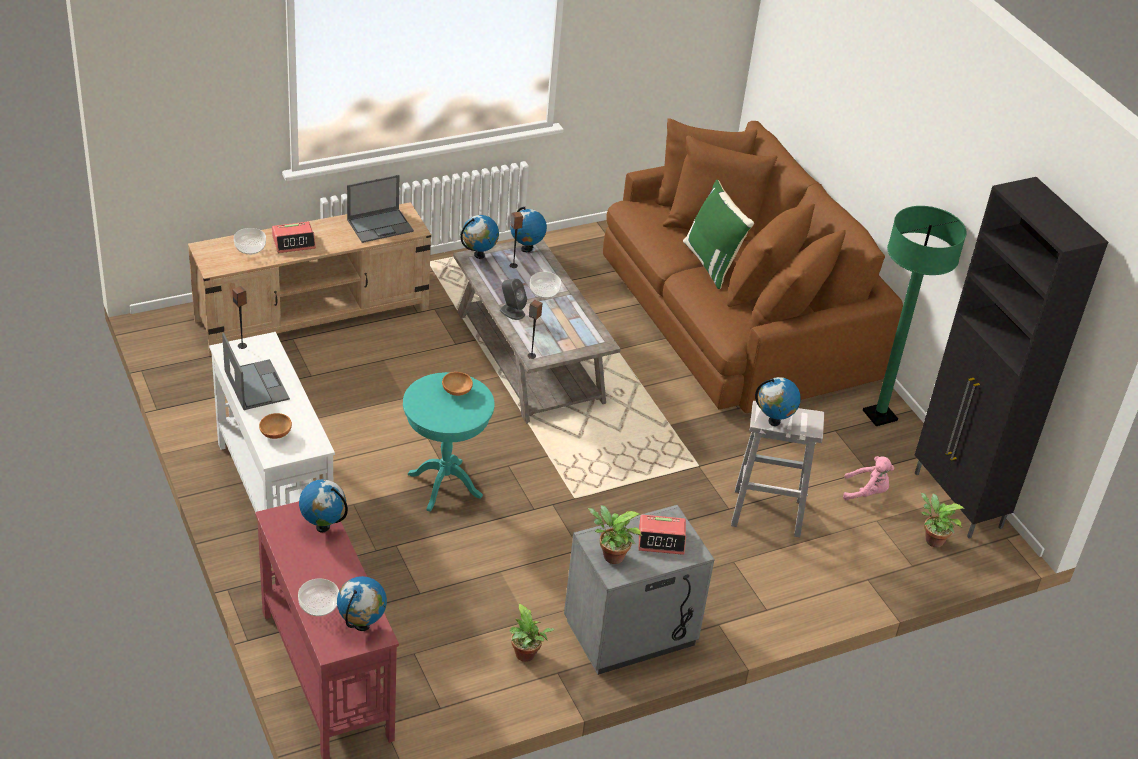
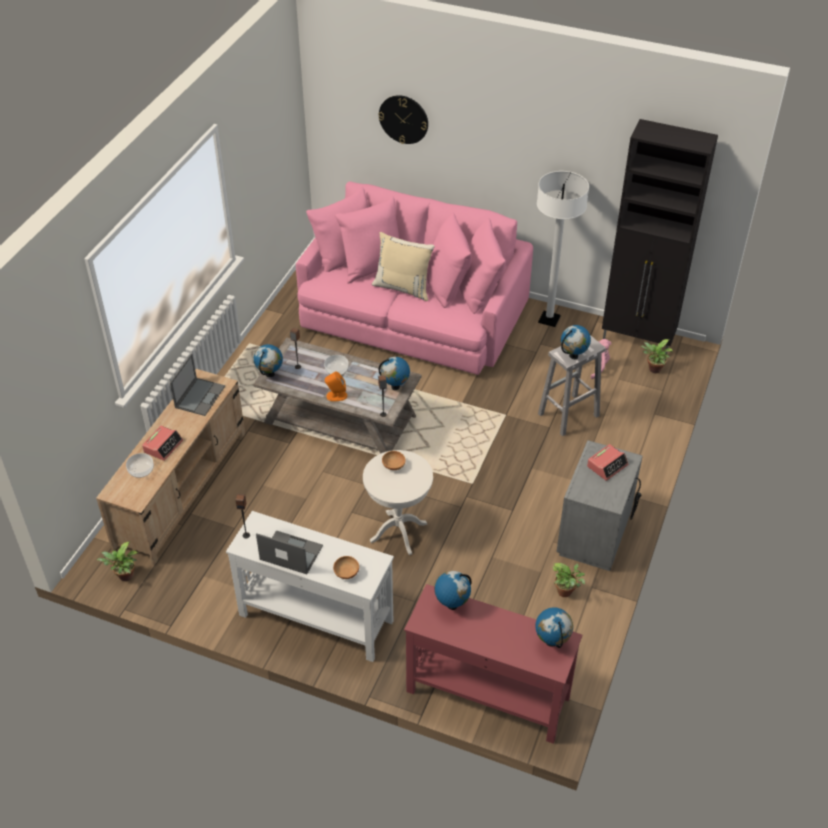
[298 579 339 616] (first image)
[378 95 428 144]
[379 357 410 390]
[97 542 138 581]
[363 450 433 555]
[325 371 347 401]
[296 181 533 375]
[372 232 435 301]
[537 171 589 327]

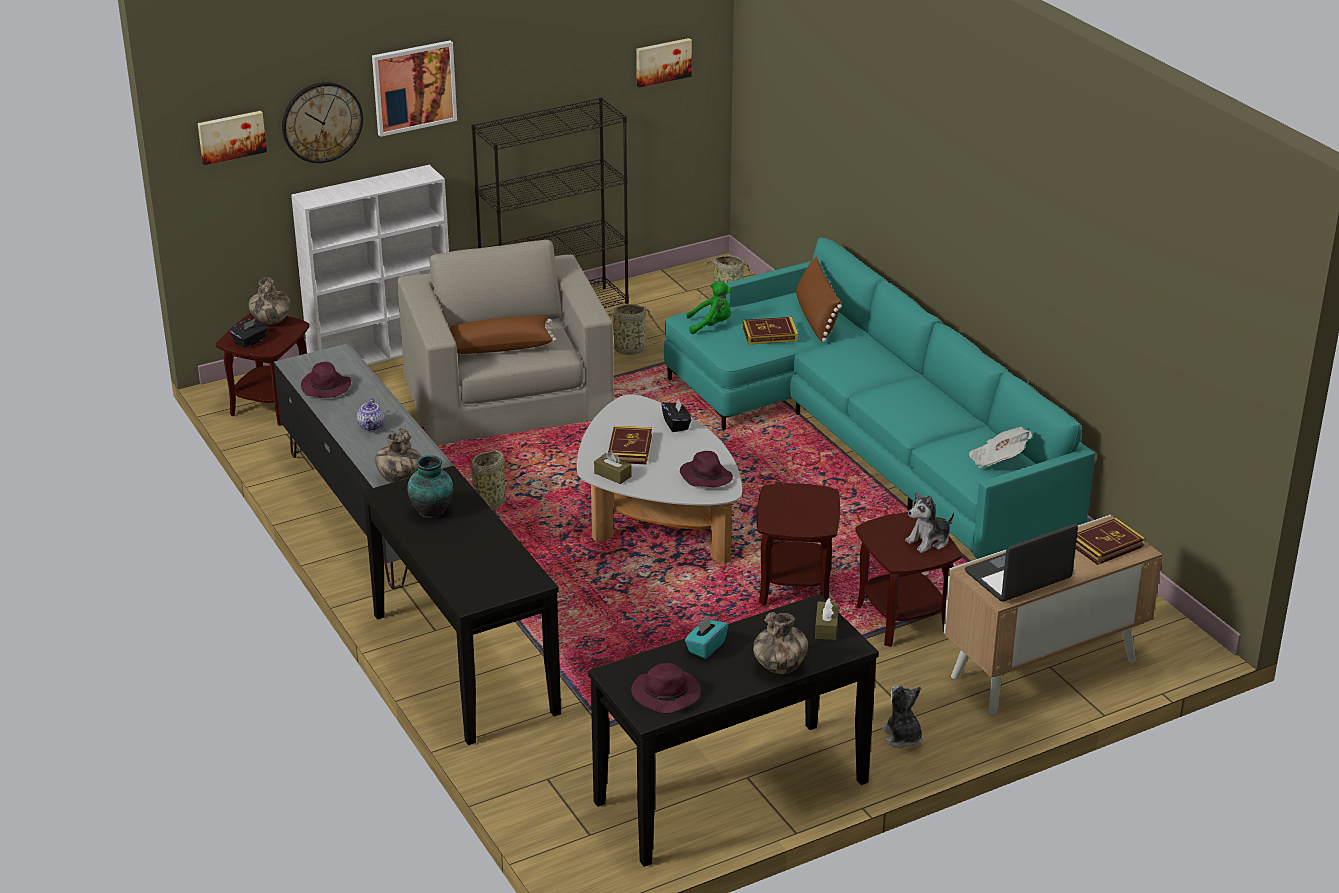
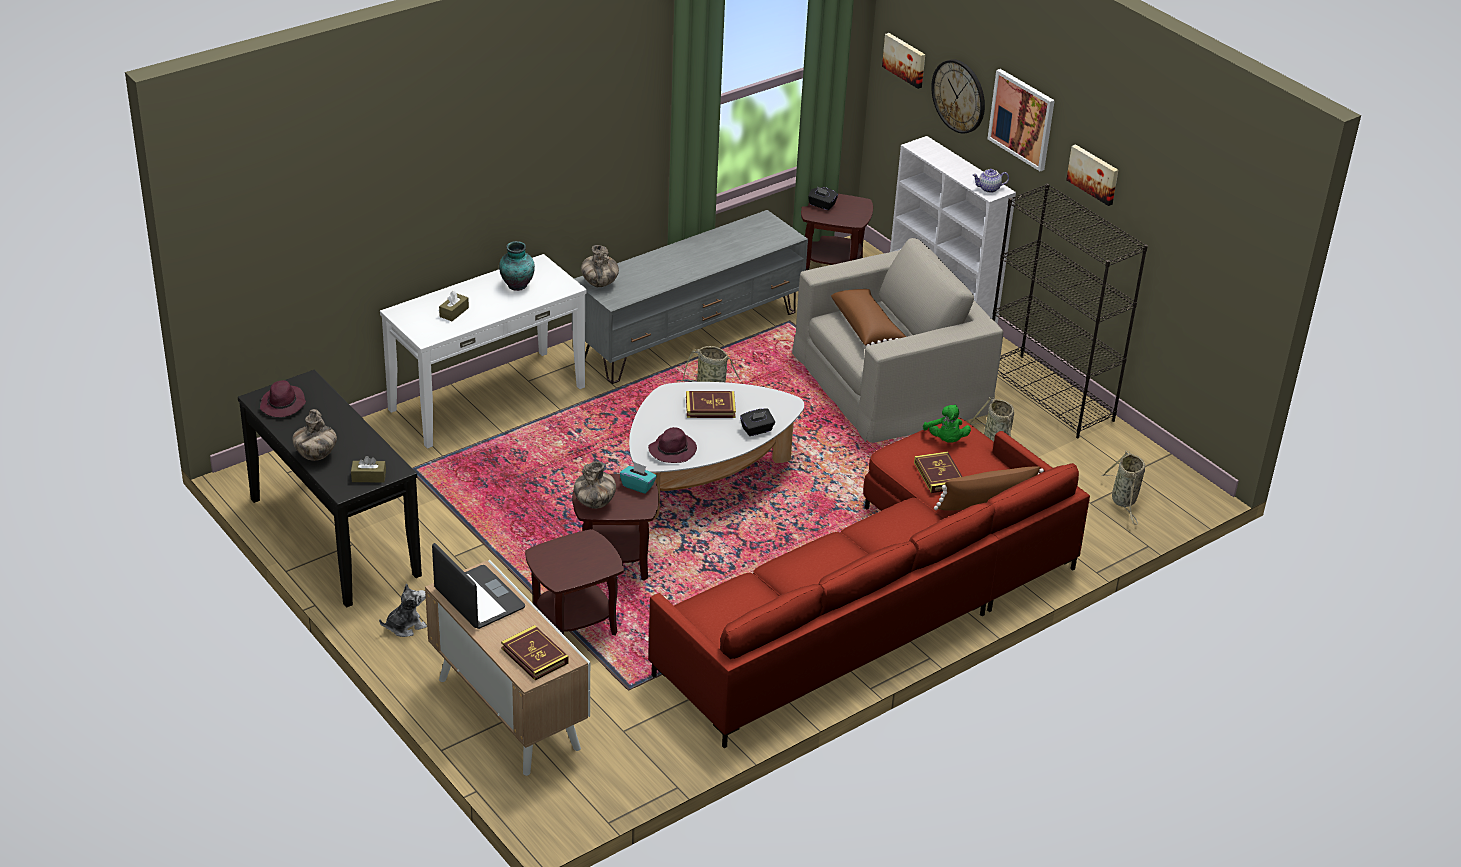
[301 362 351 398] (first image)
[905 492 954 553] (first image)
[969 427 1032 468] (first image)
[574 461 616 509]
[973 169 1009 193]
[439 291 469 321]
[1066 144 1118 206]
[620 462 657 494]
[380 254 587 448]
[648 417 1090 748]

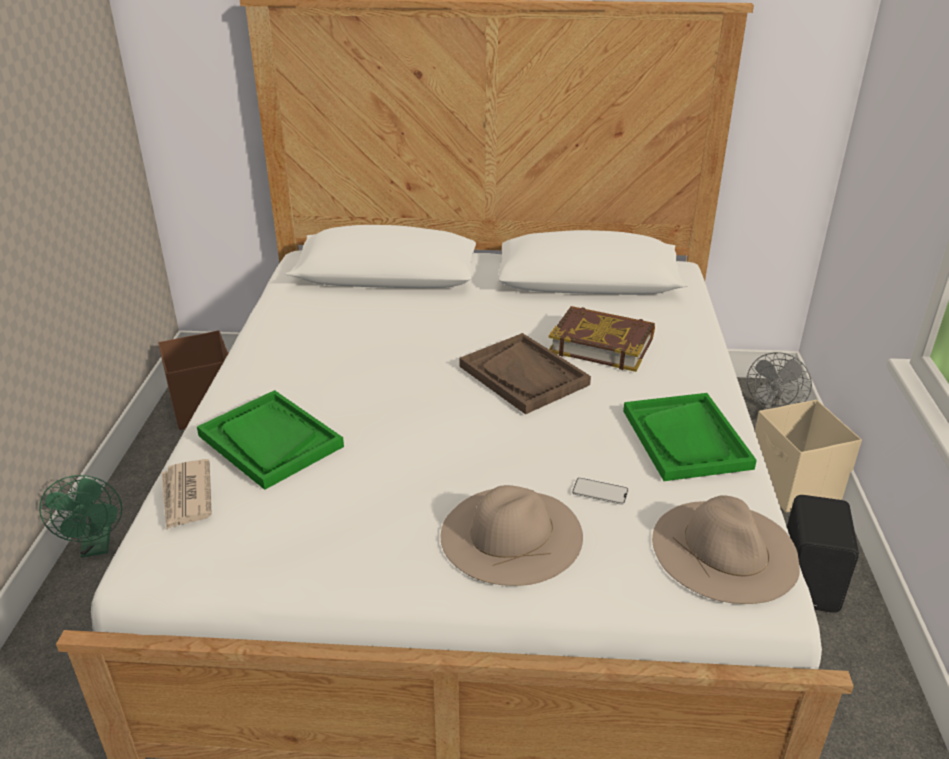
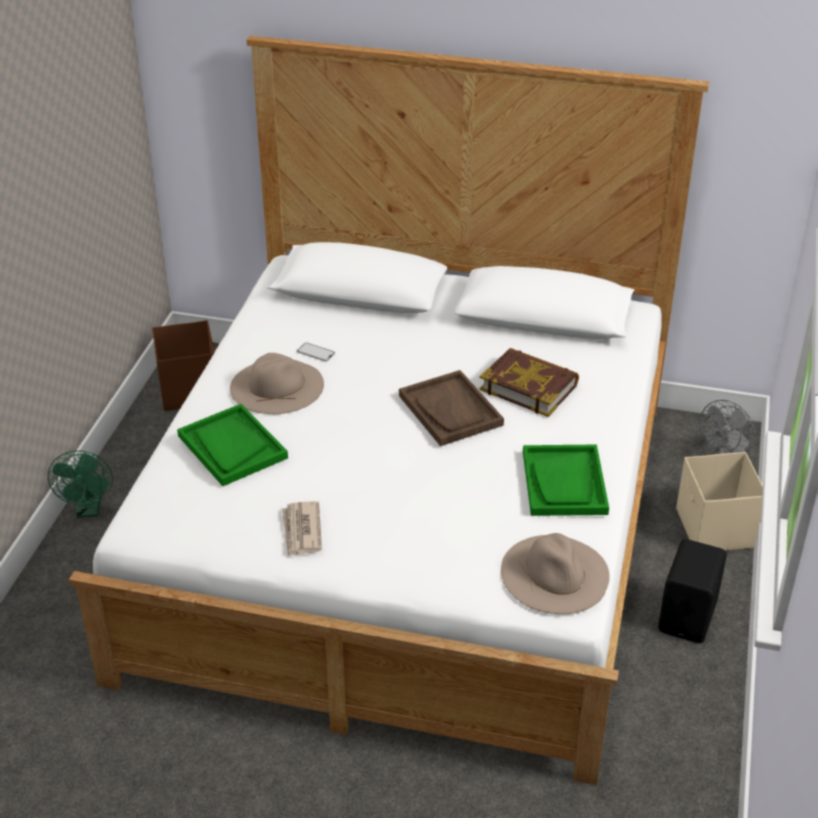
[282 501 322 557]
[230 353 324 414]
[297 343 335 362]

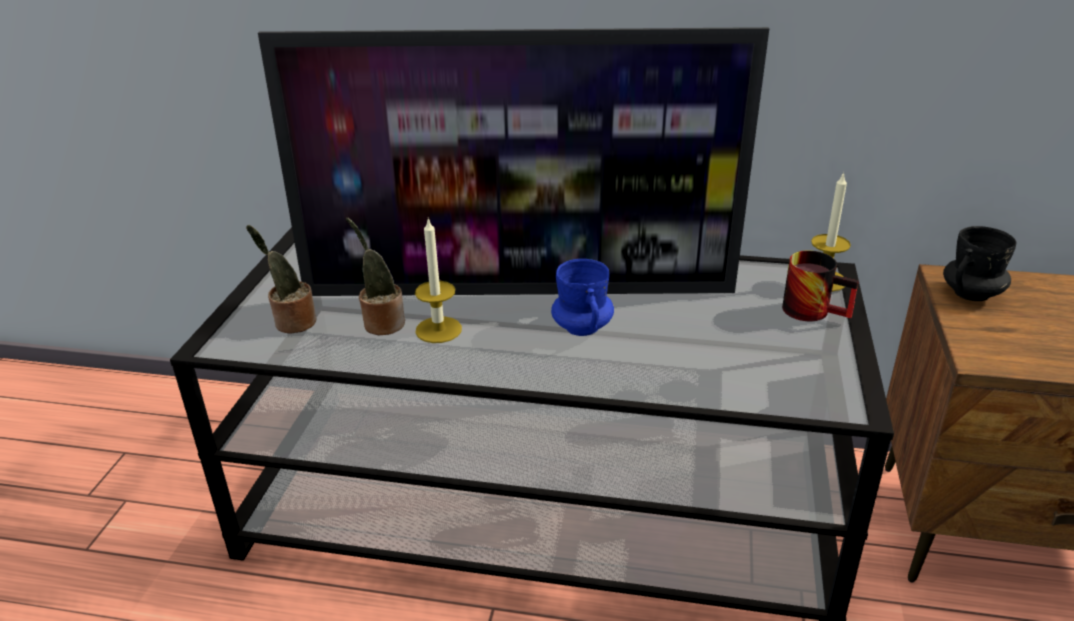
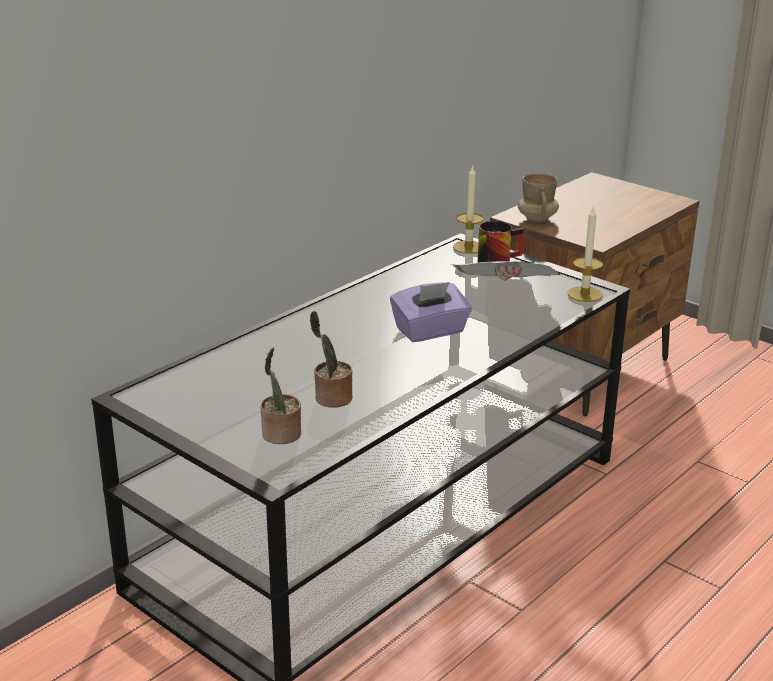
[258 27 769 296] (first image)
[451 261 560 281]
[568 206 603 302]
[390 282 472 342]
[518 173 559 222]

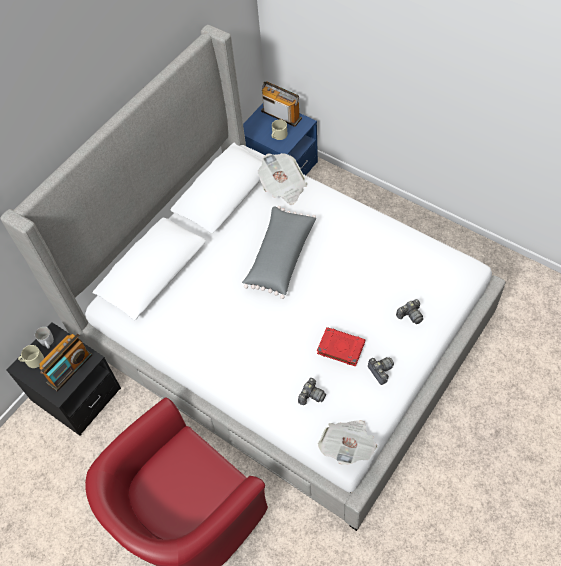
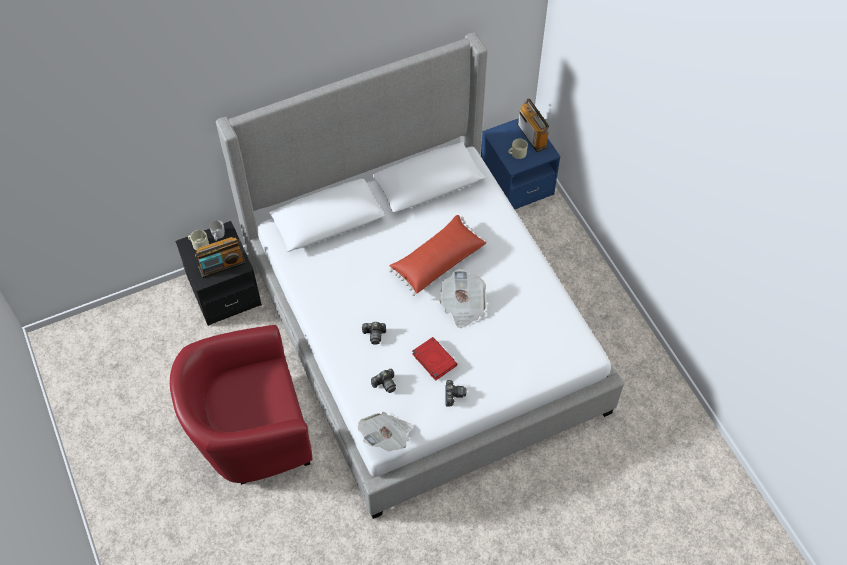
[440 269 487 328]
[361 322 386 345]
[389 215 487 296]

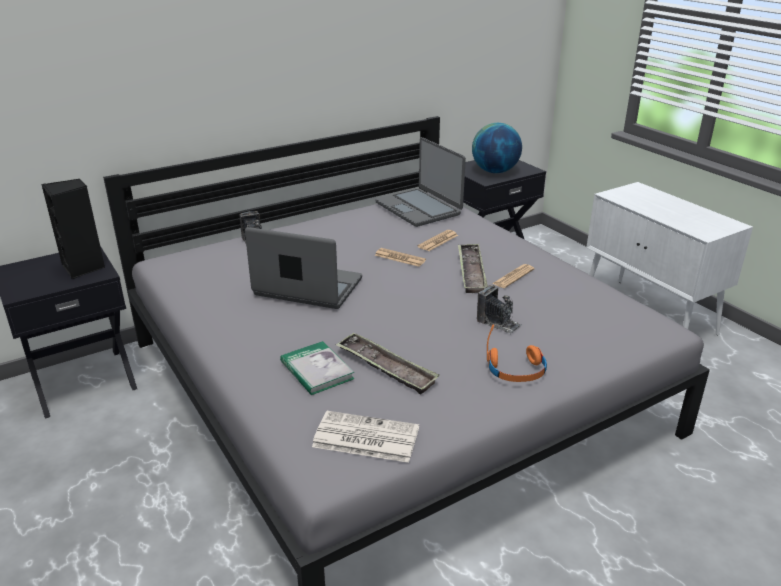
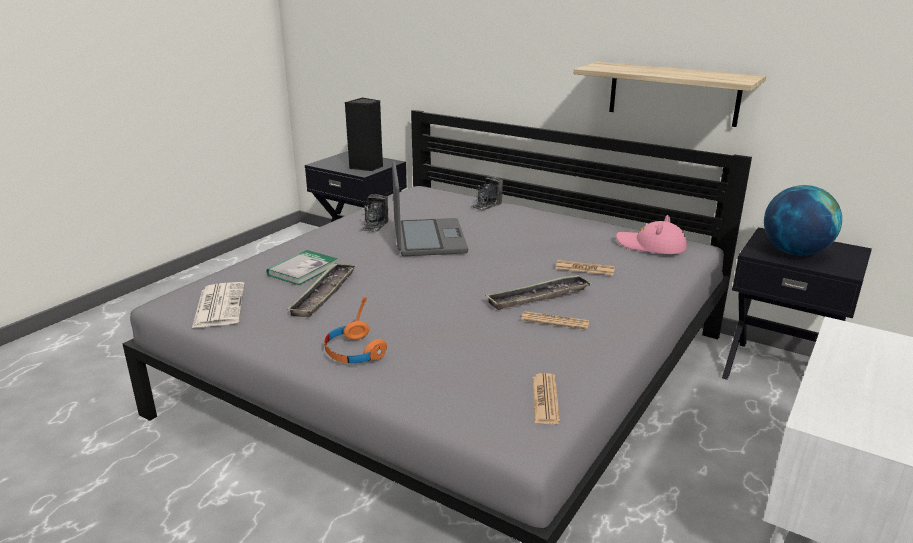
[574 62 766 127]
[532 373 560 424]
[360 194 388 232]
[616 215 687 254]

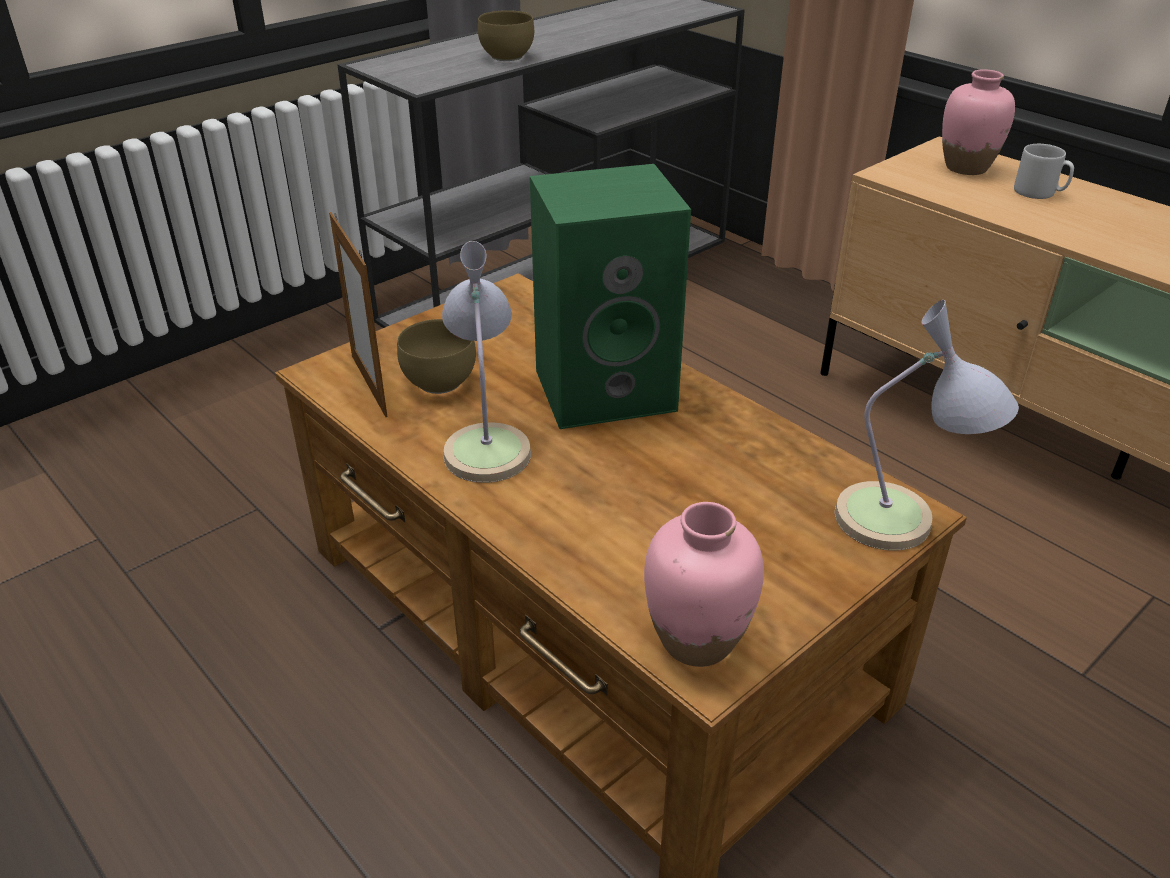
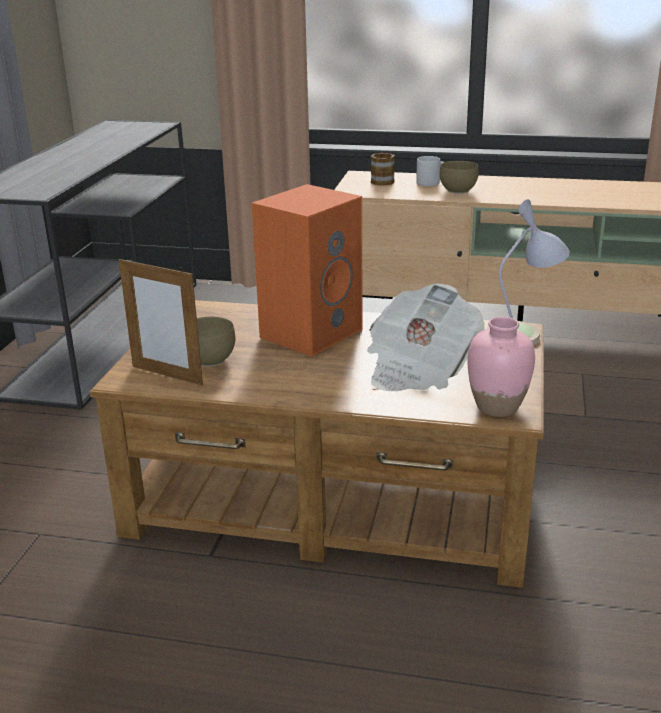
[442 241 531 483] (first image)
[367 283 485 391]
[440 161 478 194]
[371 153 395 186]
[252 184 363 357]

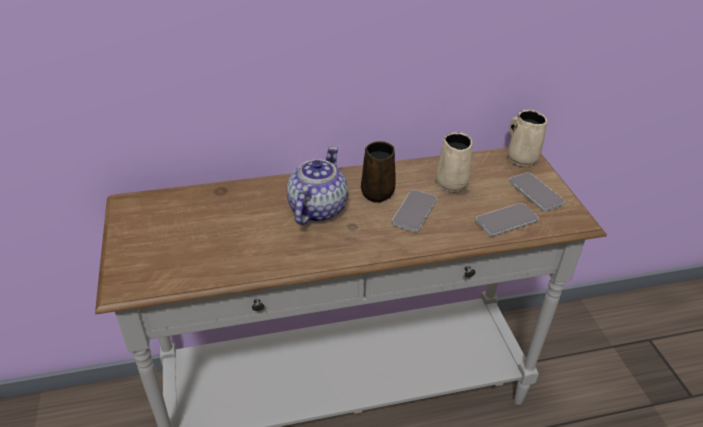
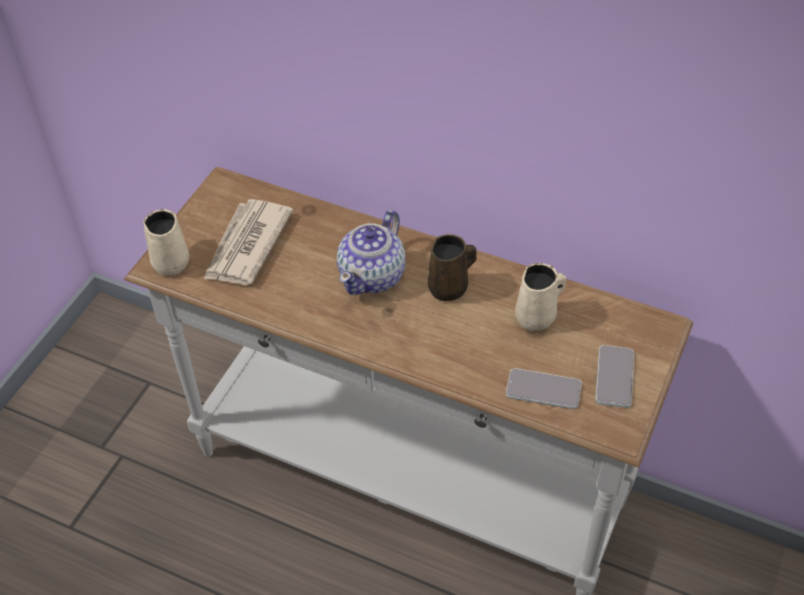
[392 190 437 232] (first image)
[203 199 293 285]
[143 209 189 277]
[337 210 406 295]

